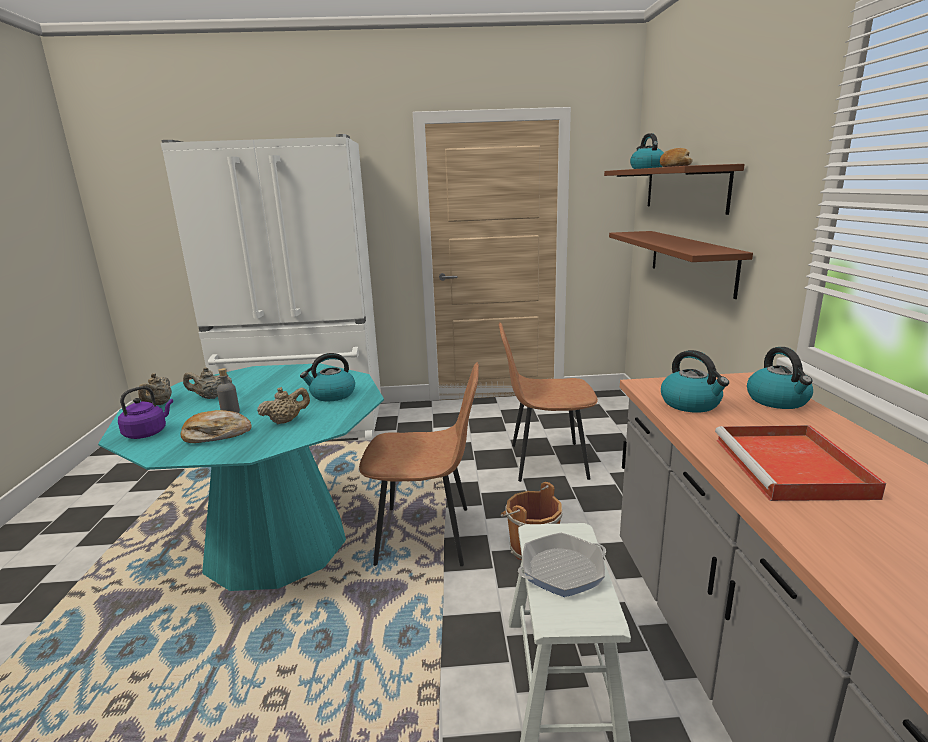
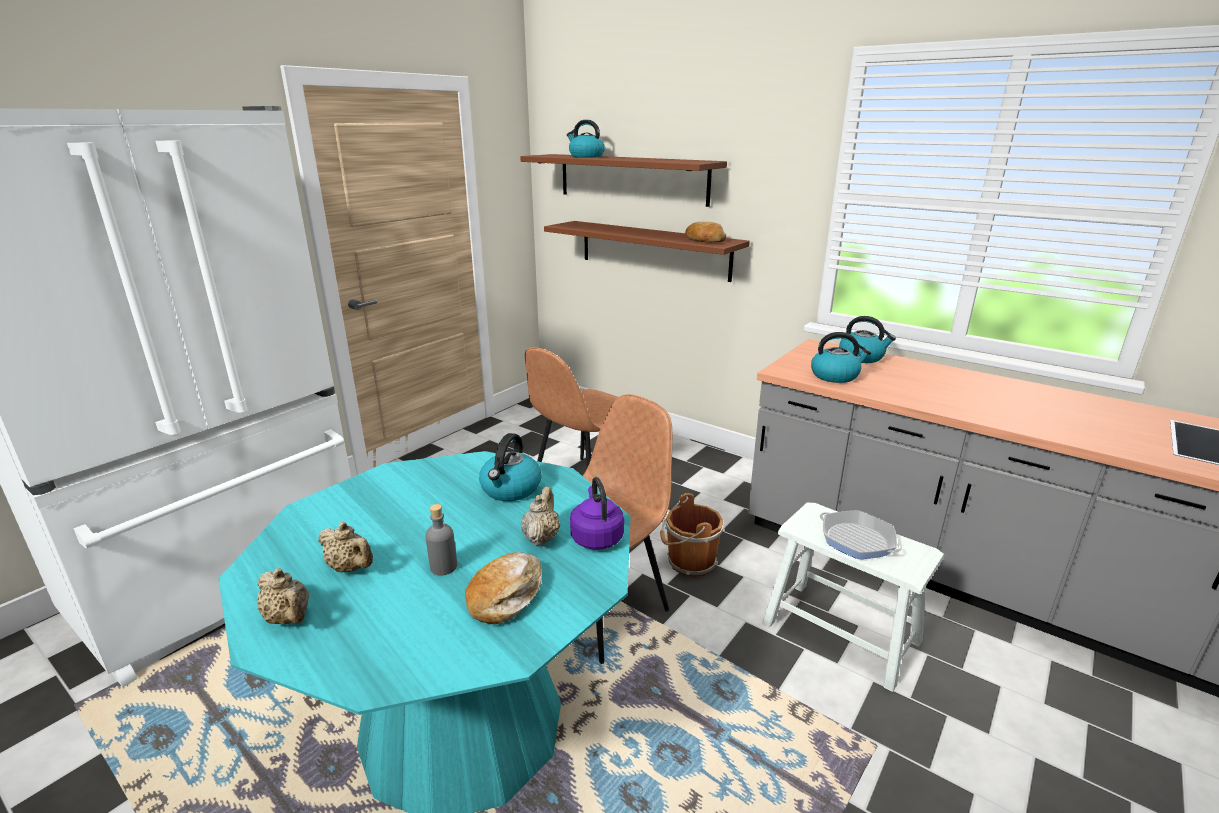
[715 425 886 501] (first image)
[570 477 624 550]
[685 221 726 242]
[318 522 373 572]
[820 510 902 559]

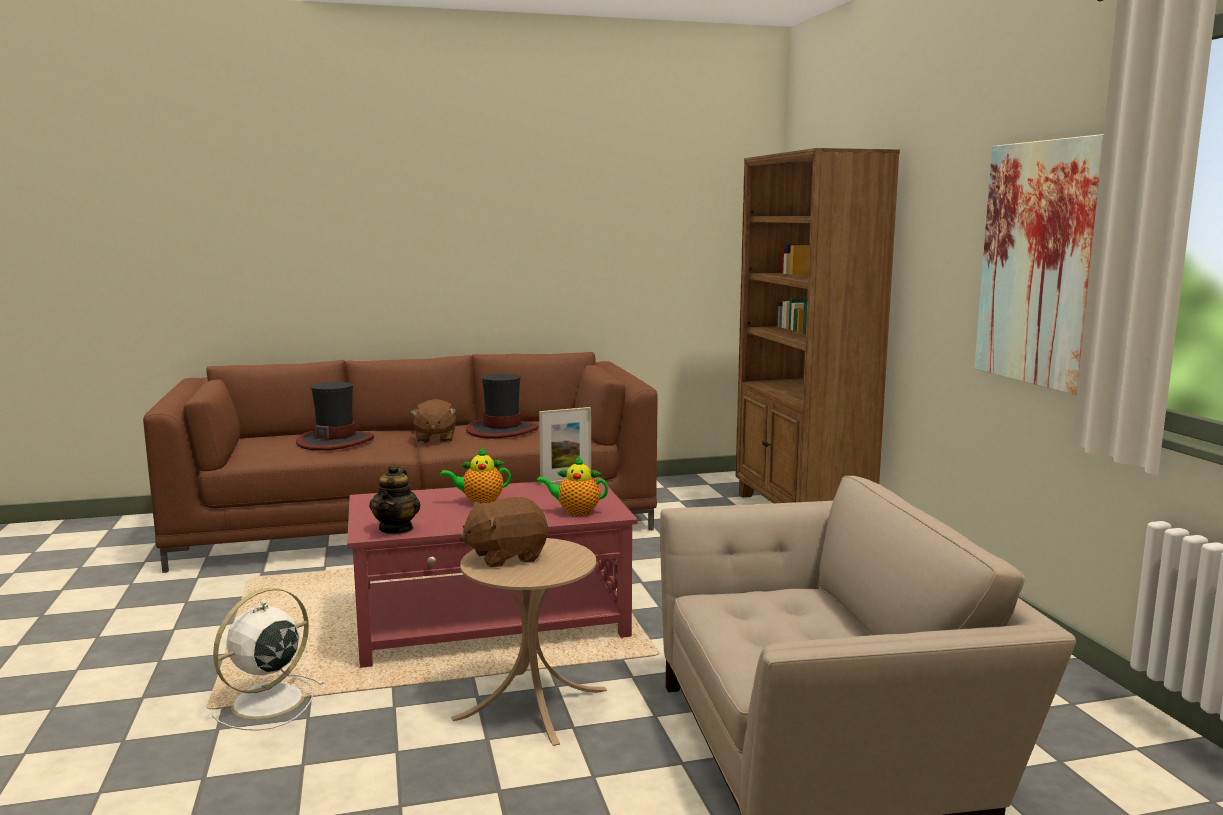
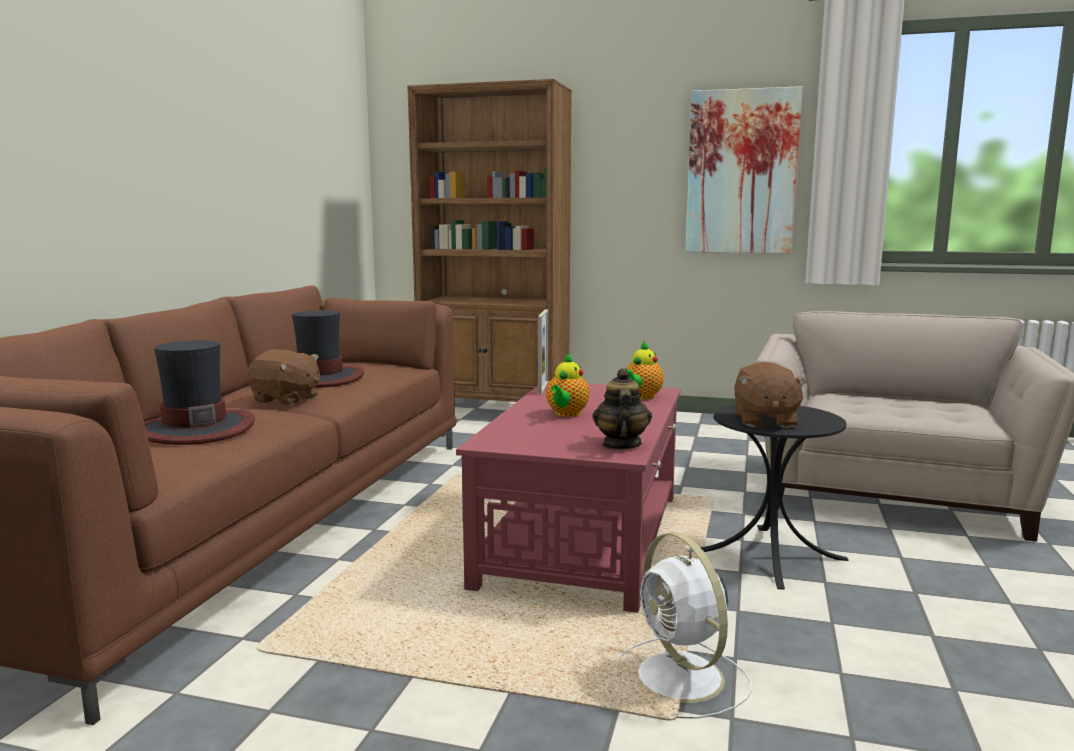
[700 404 849 590]
[593 368 652 450]

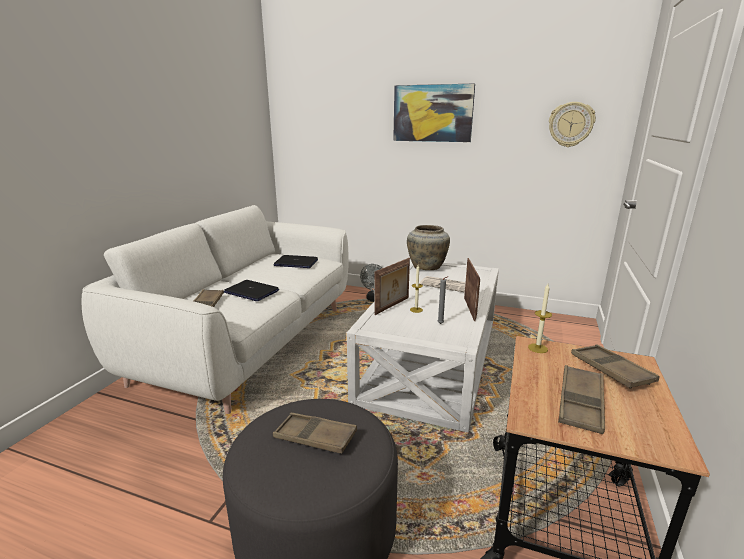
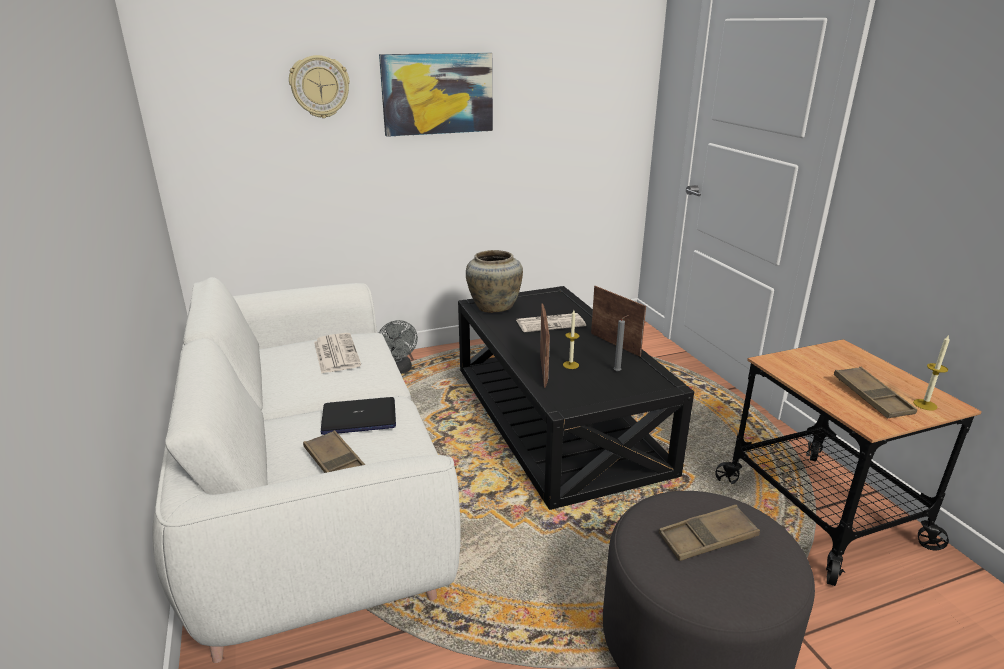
[571 344 659 389] (first image)
[913 334 950 411]
[289 55 350 118]
[314 333 361 374]
[458 286 694 510]

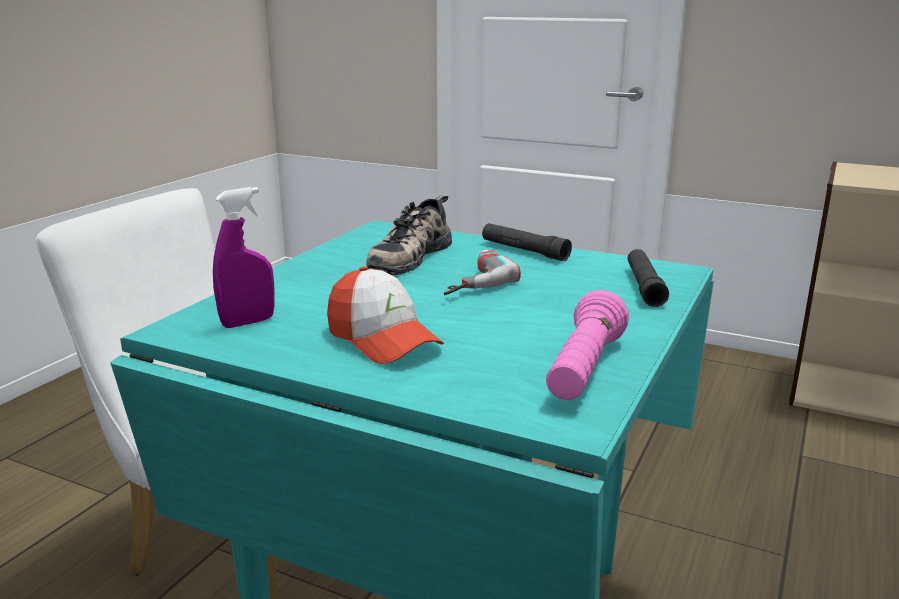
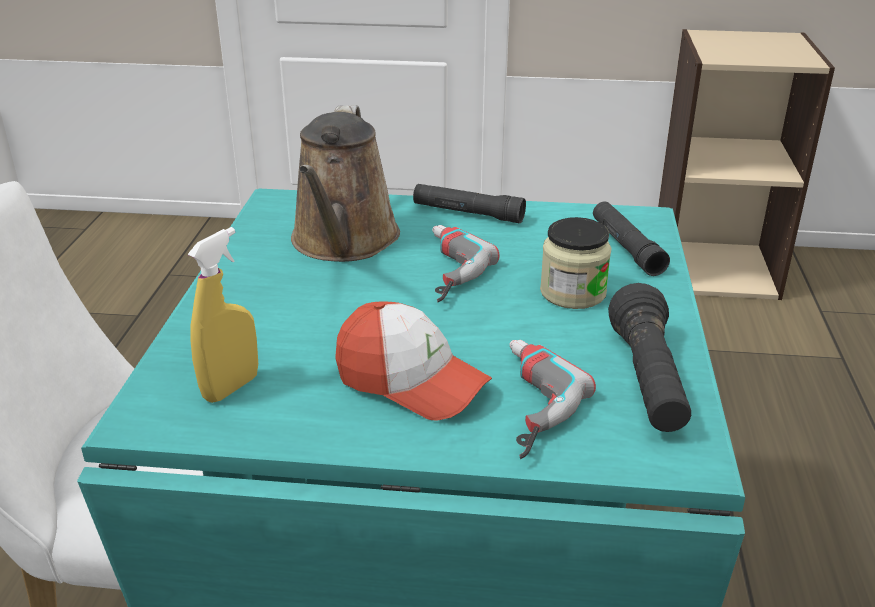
[510 340 596 459]
[540 217 612 309]
[291 105 400 262]
[188 227 258 403]
[608 283 691 432]

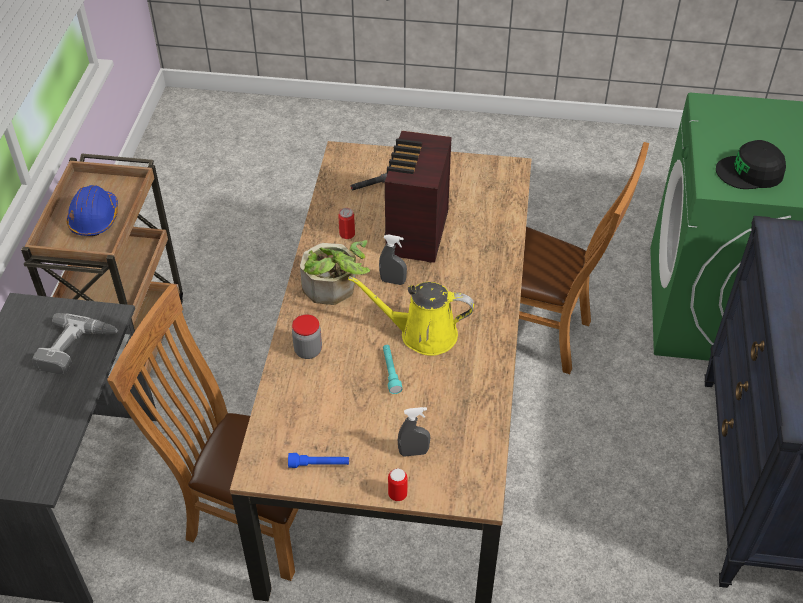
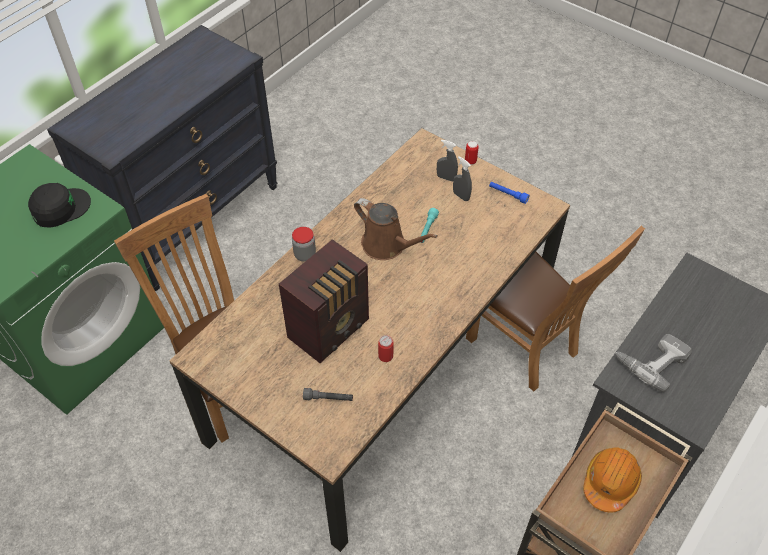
[300 240 370 305] (first image)
[292 227 316 262]
[453 156 472 201]
[583 447 642 513]
[354 198 438 260]
[28 183 91 228]

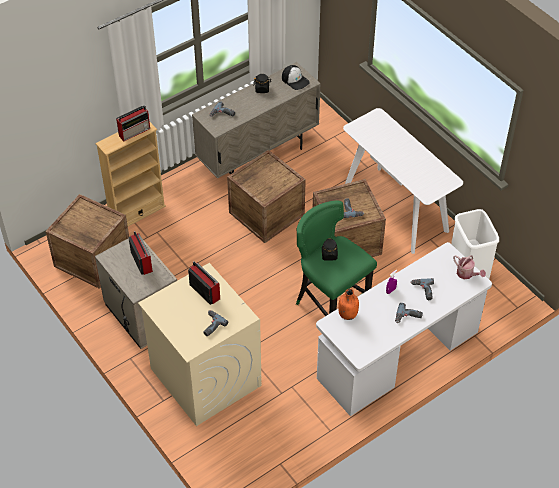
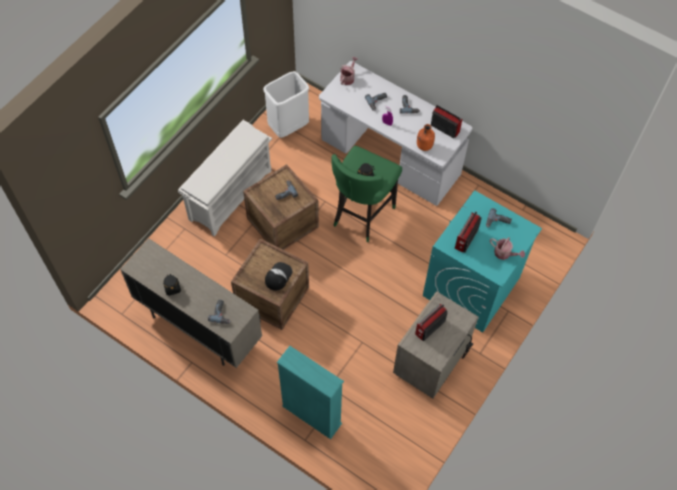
[46 194 129 289] (first image)
[490 237 525 260]
[431 105 462 138]
[265 262 292 290]
[178 120 272 236]
[277 346 344 439]
[423 190 542 332]

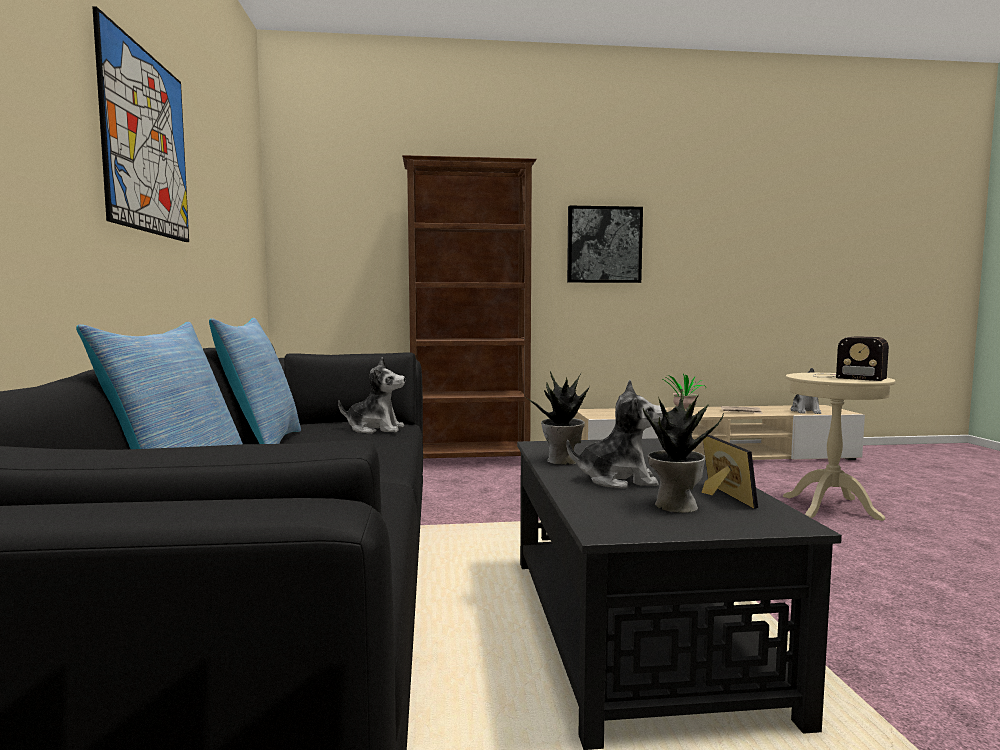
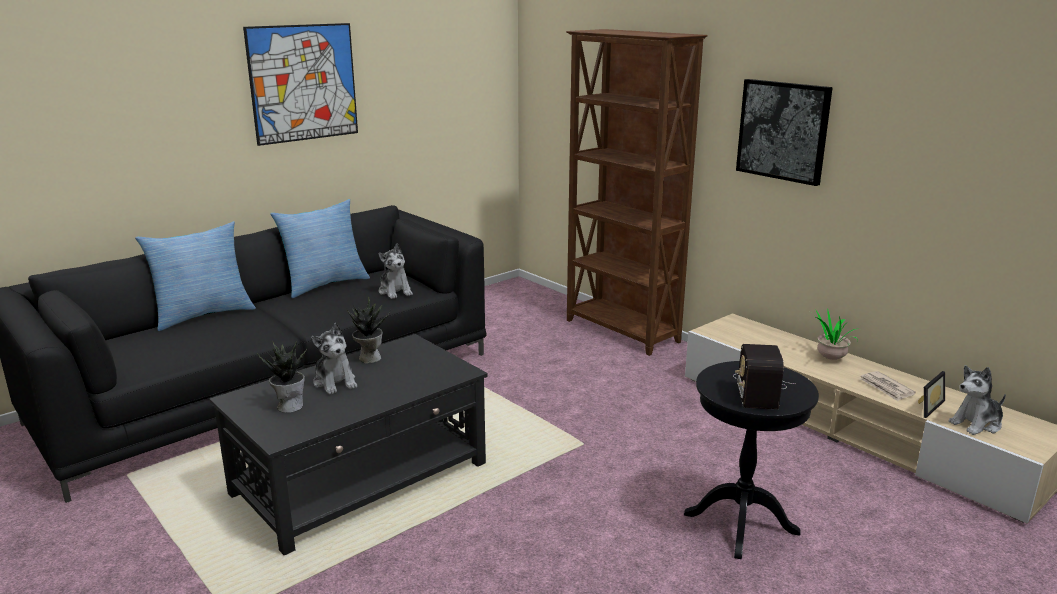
[918 371 945 418]
[684 361 819 559]

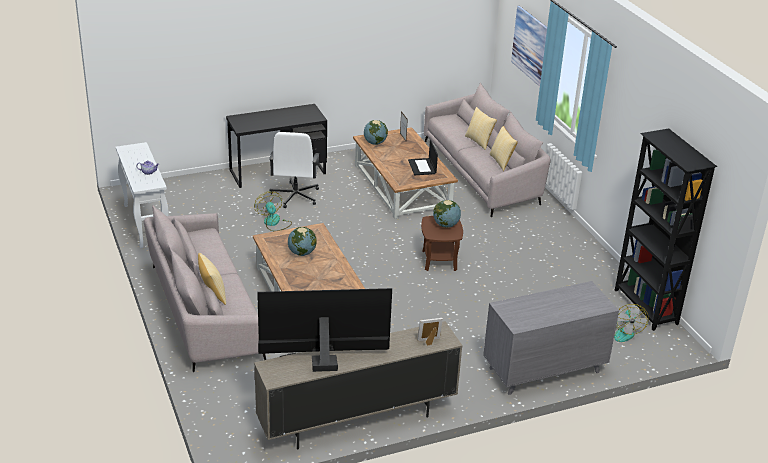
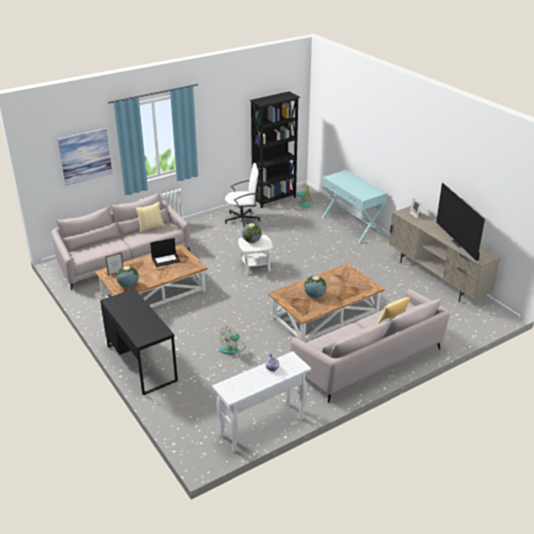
[465 107 497 150] (first image)
[225 163 260 228]
[322 170 388 243]
[238 235 272 275]

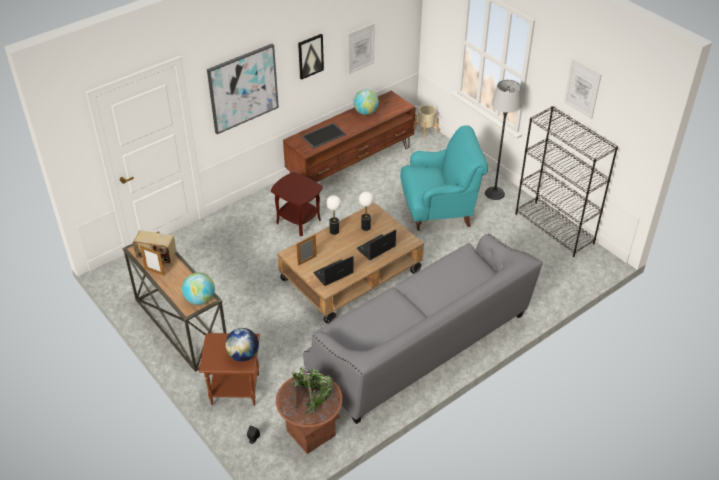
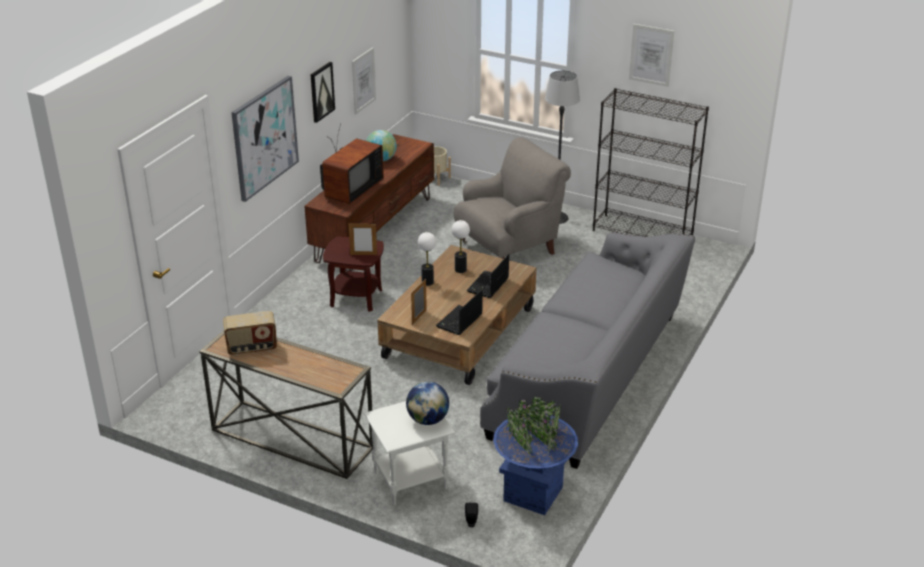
[182 272 215 305] (first image)
[349 223 377 255]
[320 123 384 204]
[364 401 455 505]
[493 396 578 515]
[454 137 571 259]

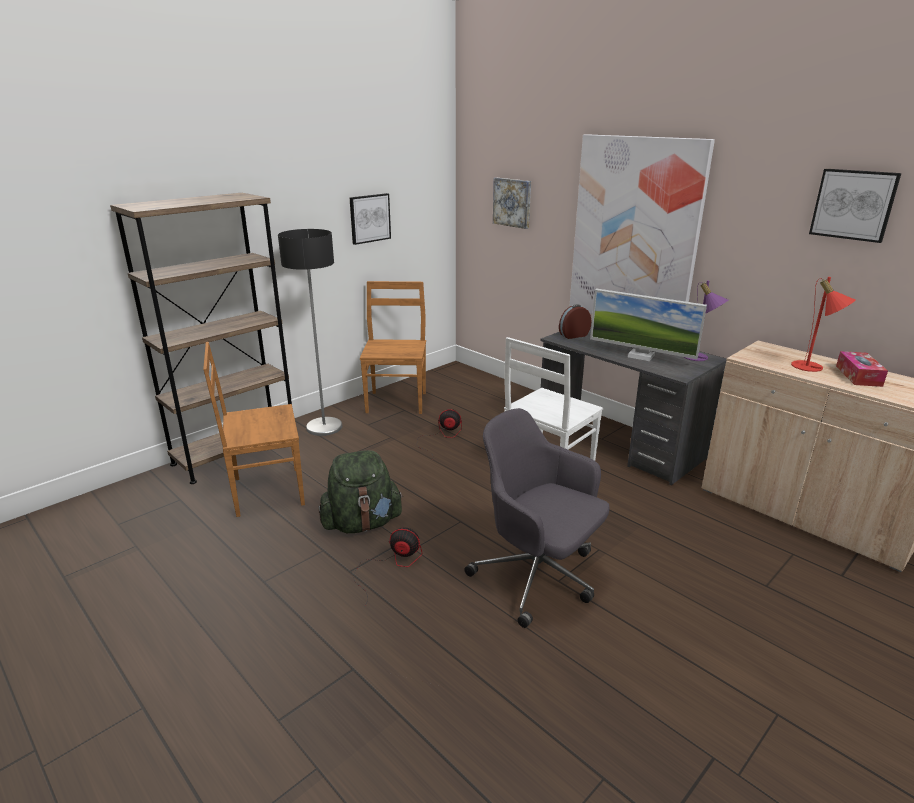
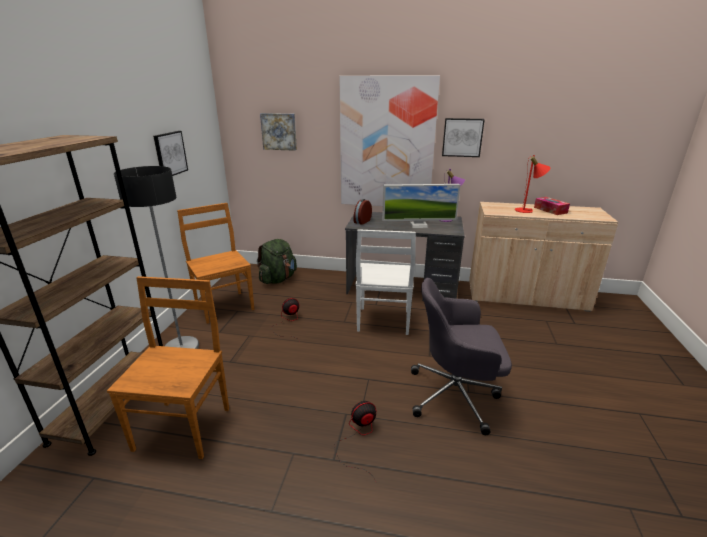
[257 239 297 284]
[442 118 485 157]
[107 276 229 459]

